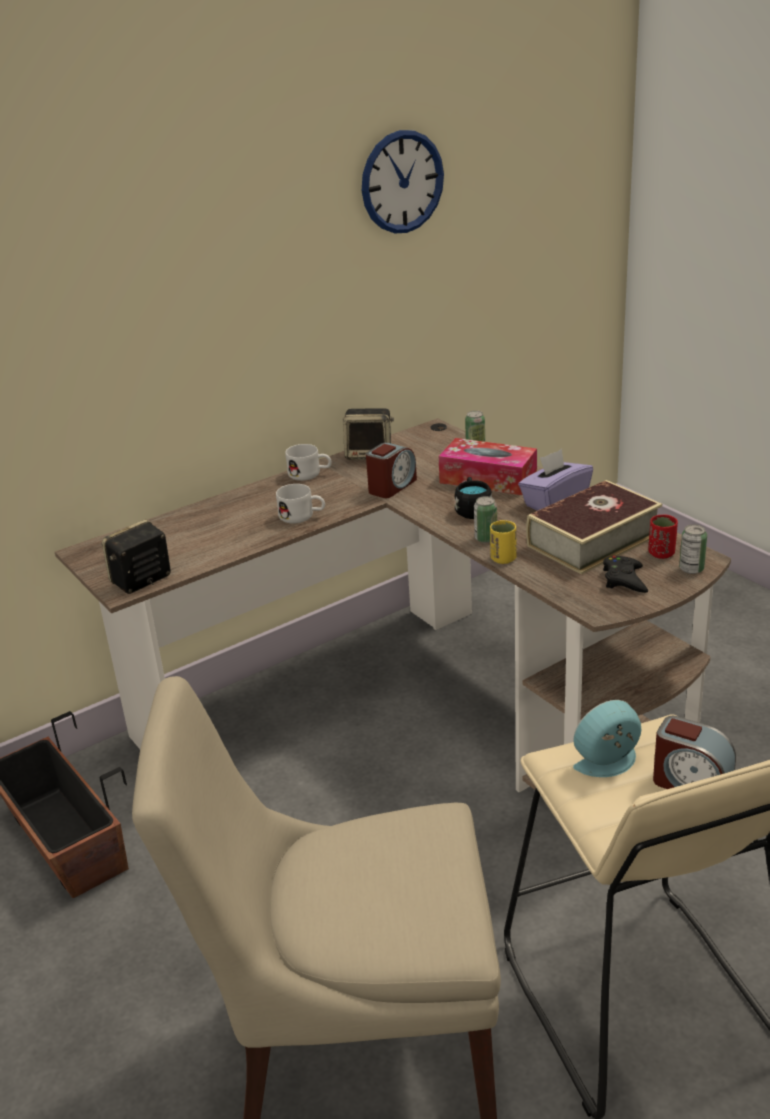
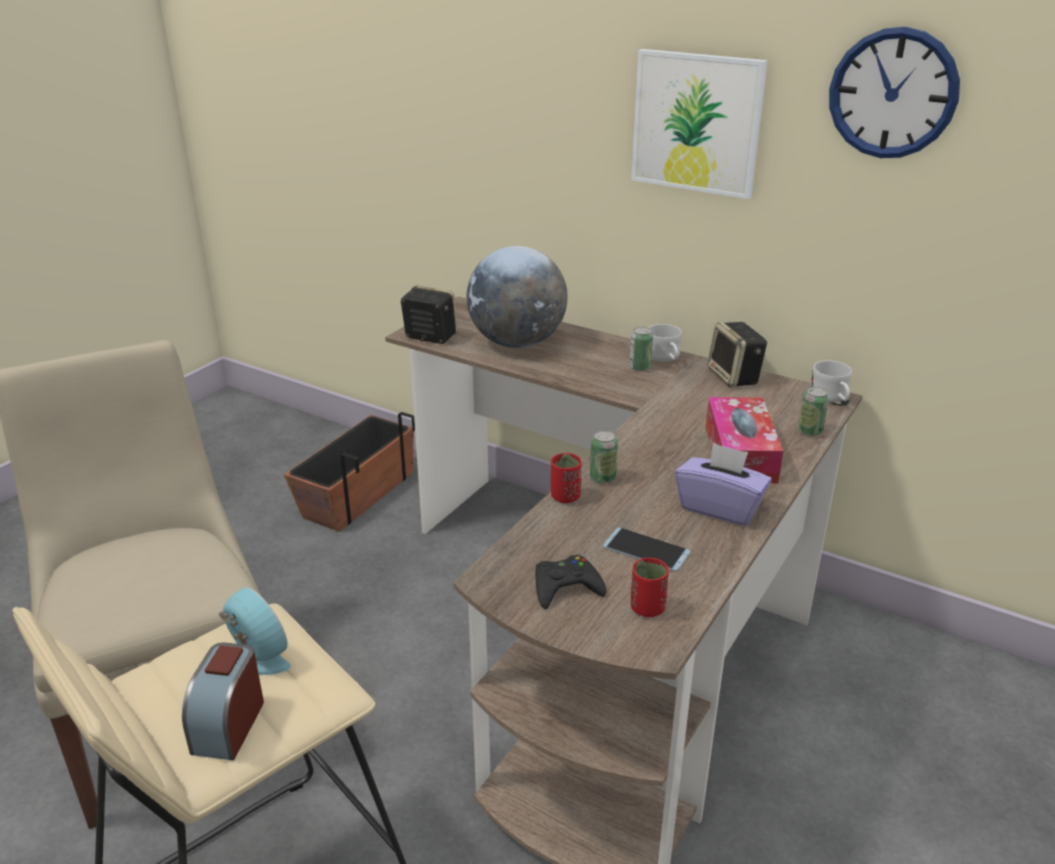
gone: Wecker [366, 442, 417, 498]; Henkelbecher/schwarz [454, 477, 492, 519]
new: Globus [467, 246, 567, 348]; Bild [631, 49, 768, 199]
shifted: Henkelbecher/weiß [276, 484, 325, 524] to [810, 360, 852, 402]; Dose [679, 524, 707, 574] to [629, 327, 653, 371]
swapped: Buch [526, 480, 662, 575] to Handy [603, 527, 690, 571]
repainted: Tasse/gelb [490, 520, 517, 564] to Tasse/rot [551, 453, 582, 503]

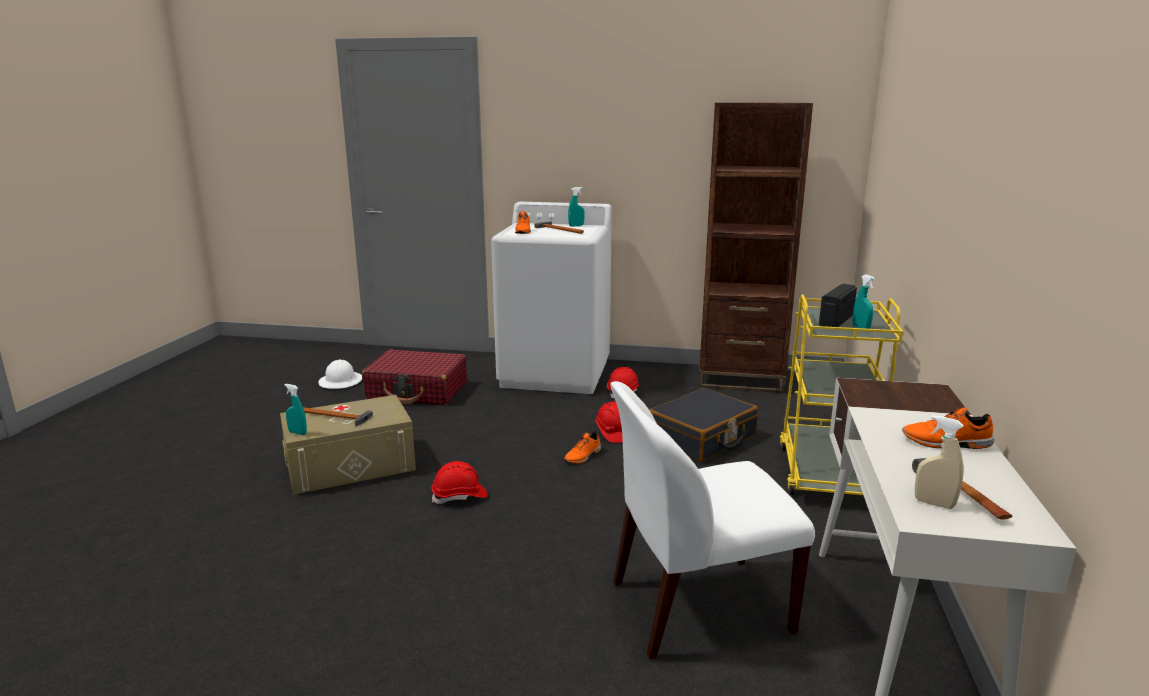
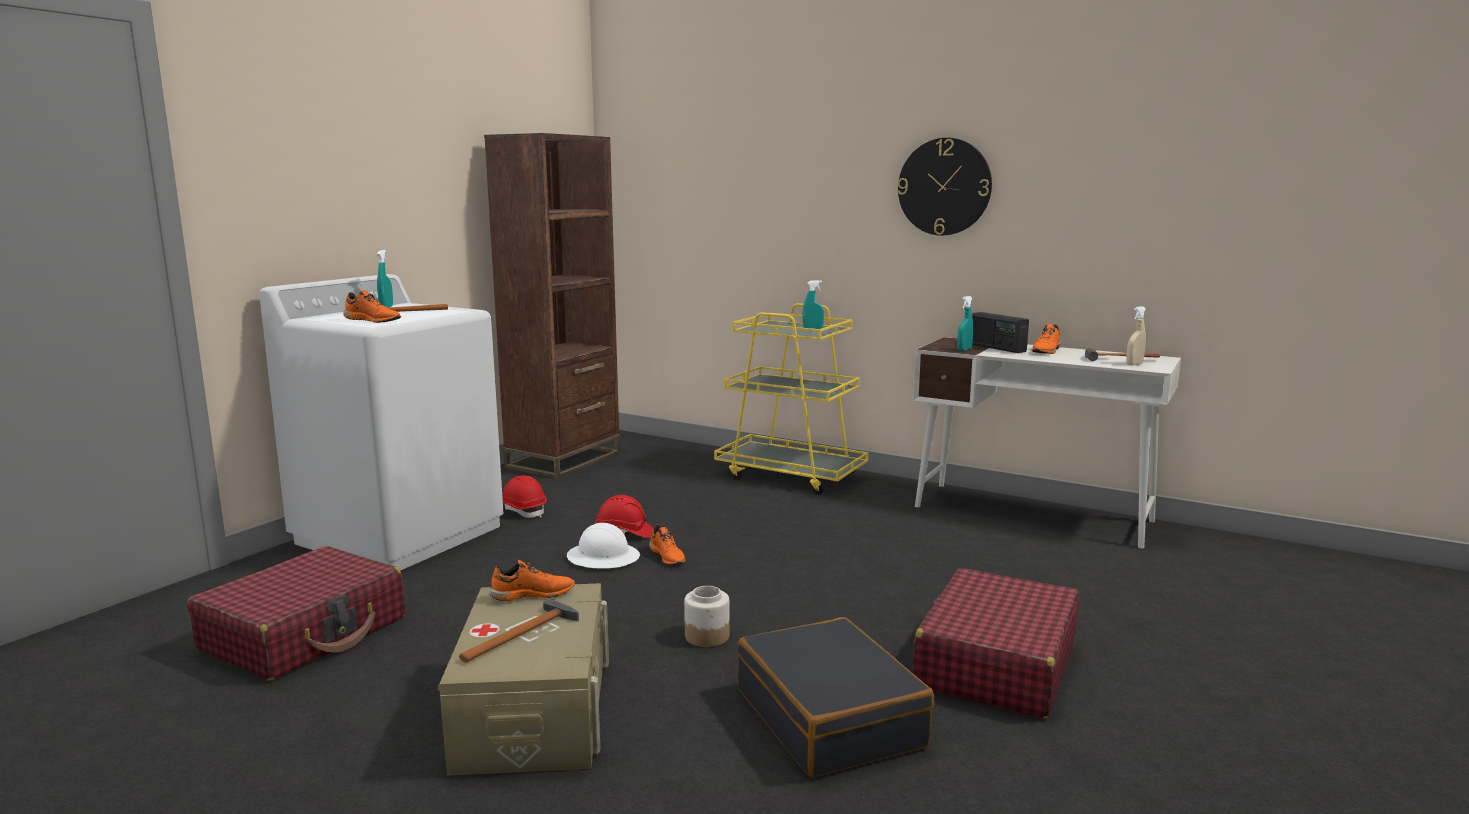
gone: Stuhl/weiß [610, 381, 815, 659]
new: Schuh/orange [489, 560, 575, 601]; Wanduhr [898, 138, 992, 236]; Koffer/rot [912, 568, 1079, 719]
shifted: Sprühflasche/türkis [284, 384, 307, 435] to [957, 296, 974, 351]; Schutzhelm/weiß [318, 360, 362, 389] to [567, 523, 640, 569]; Koffer/schwarz [649, 388, 758, 461] to [737, 617, 934, 777]; Radio [819, 284, 857, 327] to [972, 312, 1029, 353]
swapped: Schutzhelm/rot [431, 461, 488, 504] to Vorratsglas [684, 586, 729, 647]

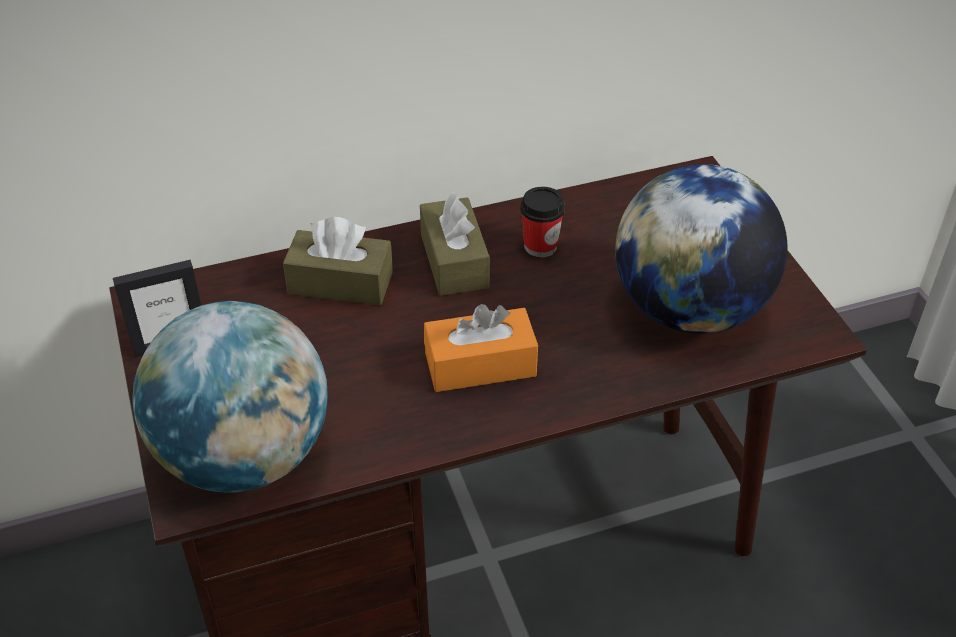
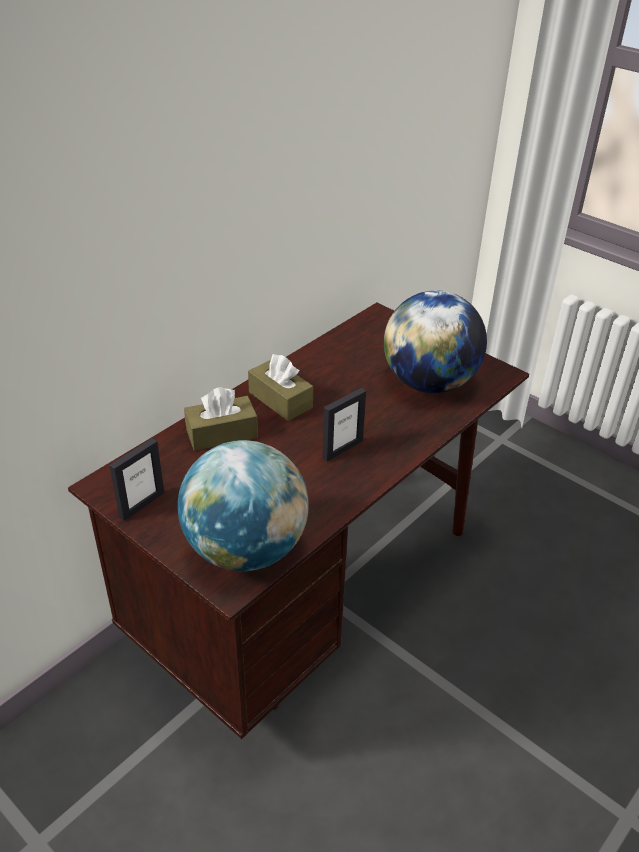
gone: Tasse [520, 187, 565, 257]
swapped: Taschentuchbox/orange [424, 304, 538, 392] to Bilderrahmen [323, 388, 366, 462]

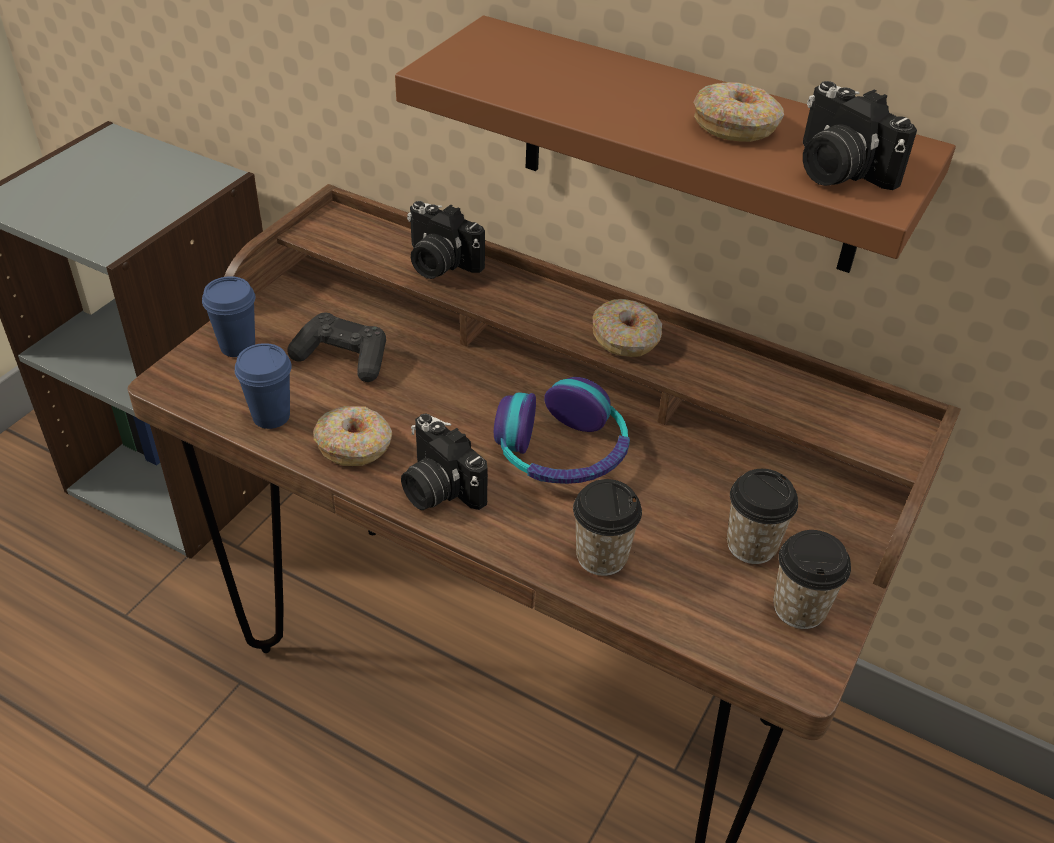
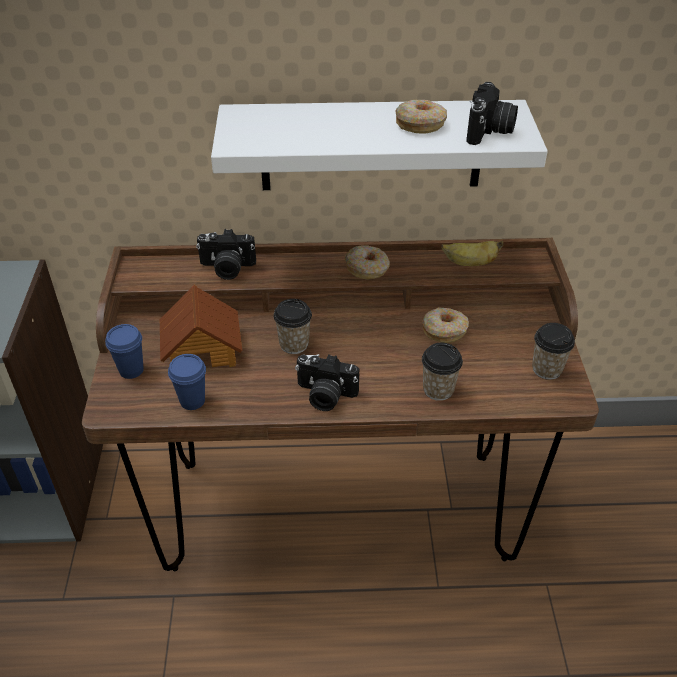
gone: Kopfhörer [494, 377, 630, 484]
new: Banane [441, 241, 503, 266]
shifted: Donut [313, 406, 392, 466] to [422, 307, 469, 343]; Tasse [727, 469, 798, 564] to [273, 299, 312, 354]
swapped: Gamepad/schwarz [288, 313, 386, 382] to Spielzeughaus [160, 285, 242, 367]
repainted: Wandregal/braun [395, 16, 956, 273] to Wandregal/weiß [211, 100, 548, 190]
rotated: Kamera [803, 81, 917, 190] = [466, 82, 518, 145] 90 degrees counterclockwise

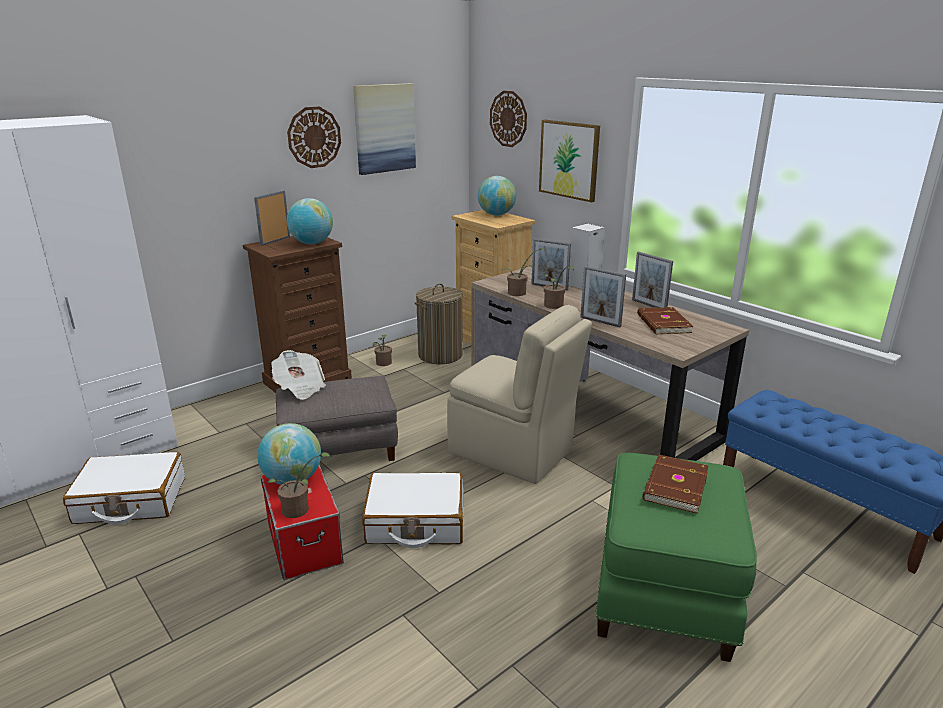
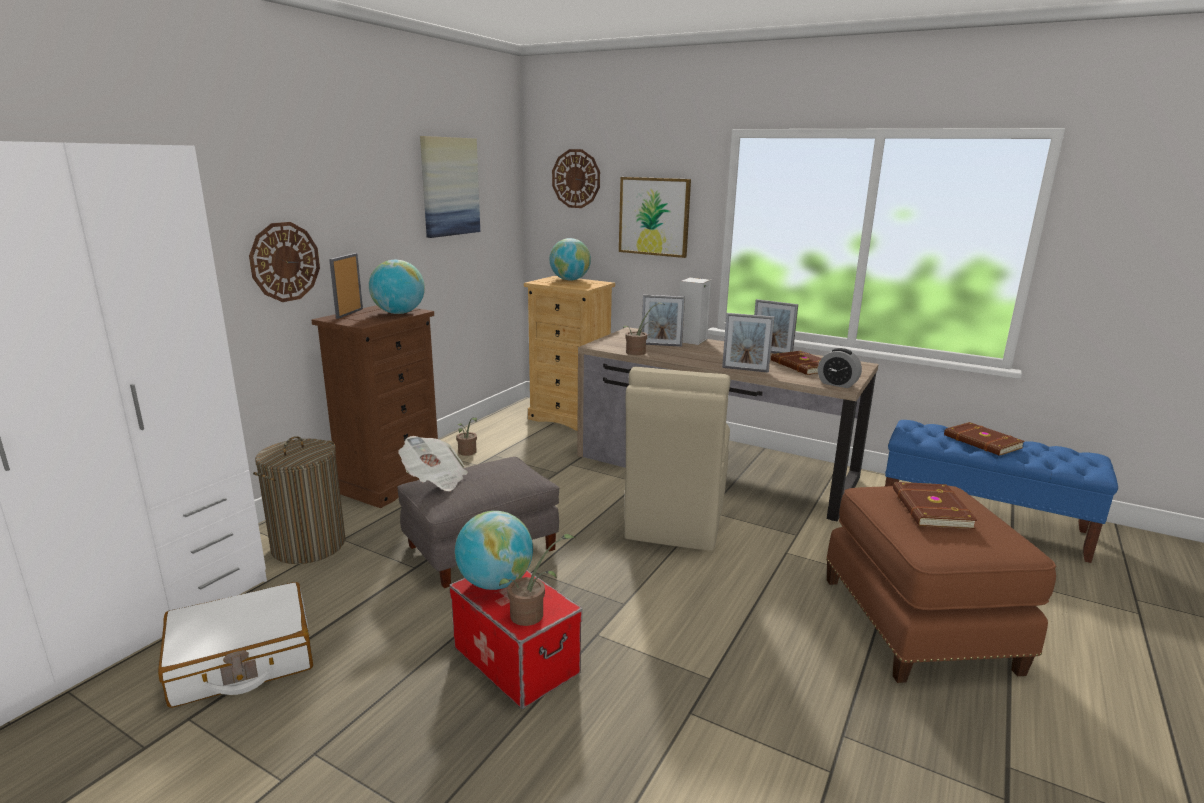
gone: Koffer/weiß [362, 472, 464, 548]; Topfpflanze [544, 266, 574, 309]
new: Wecker [818, 348, 862, 388]; Buch/braun [944, 422, 1025, 456]
shifted: Wanduhr [287, 107, 341, 168] to [249, 222, 320, 302]; Wäschekorb [415, 284, 463, 364] to [253, 436, 346, 564]
repainted: Polsterhocker/grün [596, 453, 757, 662] to Polsterhocker/braun [826, 486, 1056, 683]
rotated: Stuhl/beige [447, 305, 592, 484] = [624, 367, 731, 551] 90 degrees clockwise

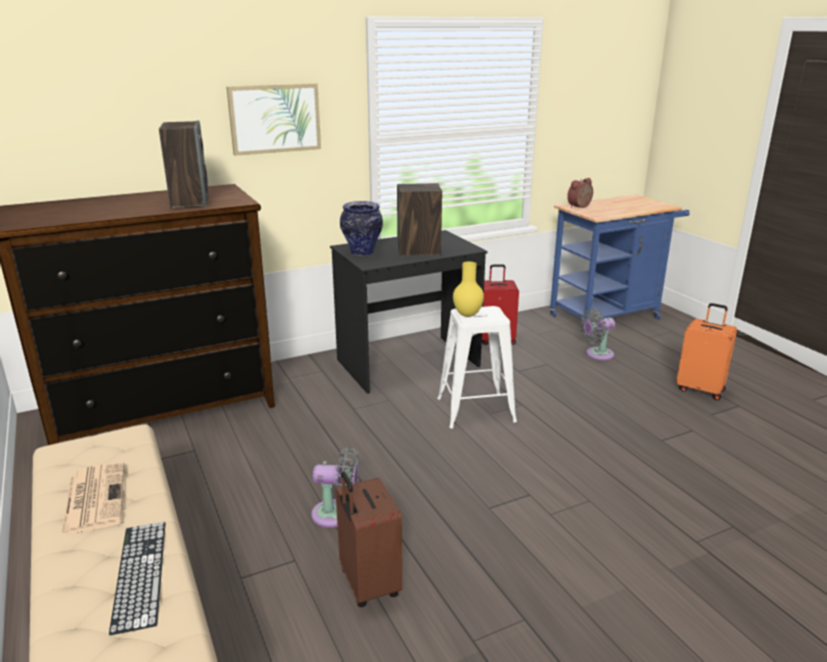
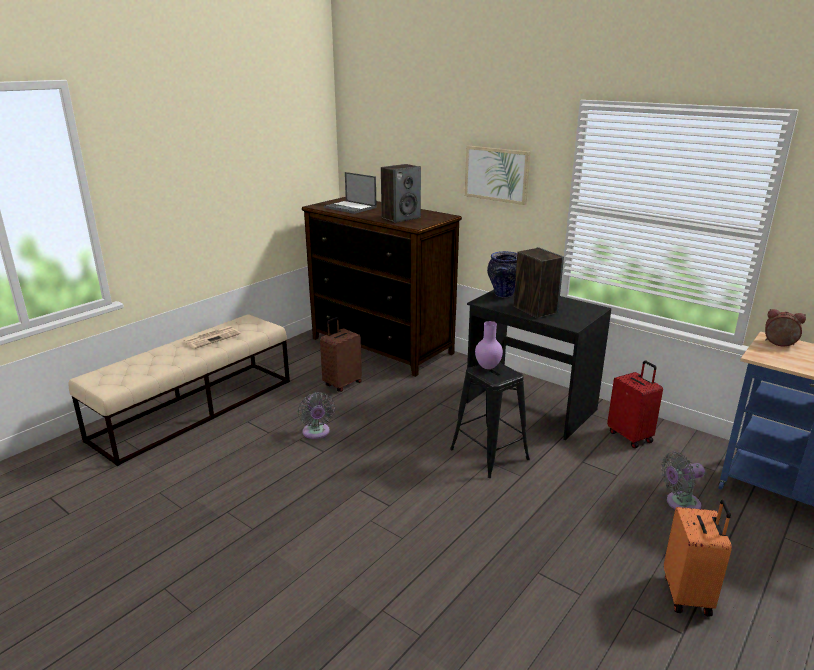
gone: Tastatur [109, 522, 166, 635]
new: Laptop [324, 172, 377, 214]
shifted: Koffer/braun [335, 471, 402, 607] to [320, 317, 362, 392]
repainted: Hocker/weiß [437, 306, 517, 428] to Hocker/schwarz [450, 362, 530, 478]; Vase/gelb [453, 262, 484, 317] to Vase/lila [475, 321, 503, 369]
rotated: Ventilator/grau [580, 308, 615, 360] = [661, 452, 705, 509] 60 degrees counterclockwise

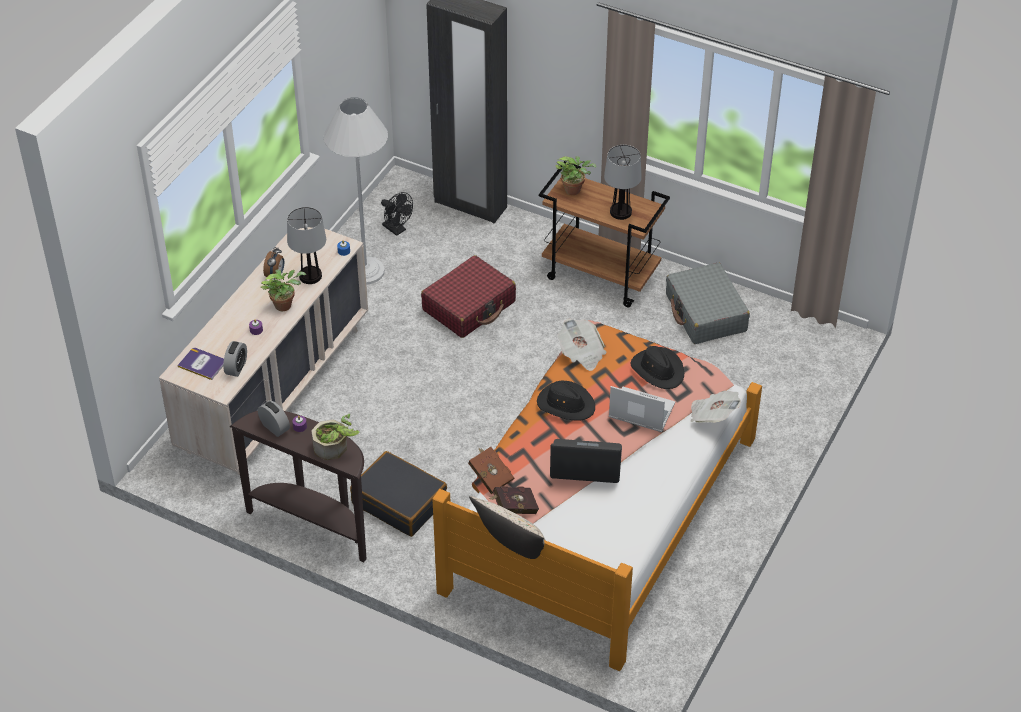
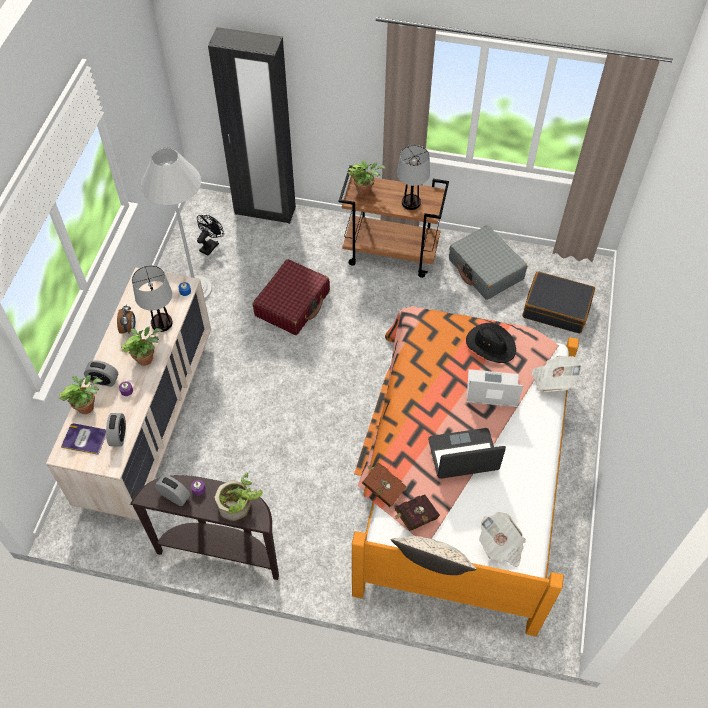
gone: Hut/schwarz [537, 381, 595, 421]
new: Topfpflanze [59, 375, 102, 414]; Wecker [84, 360, 119, 387]
shifted: Koffer/schwarz [350, 451, 447, 537] to [522, 271, 595, 334]; Zeitung [558, 318, 607, 371] to [479, 512, 526, 567]
rotated: Ventilator/schwarz [381, 192, 413, 236] = [197, 215, 224, 256] 90 degrees counterclockwise

